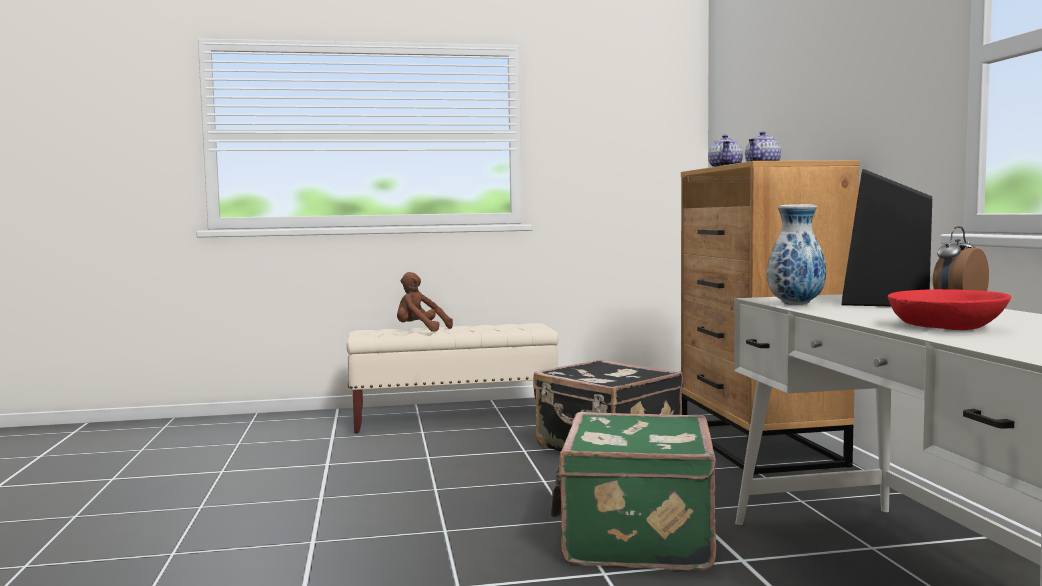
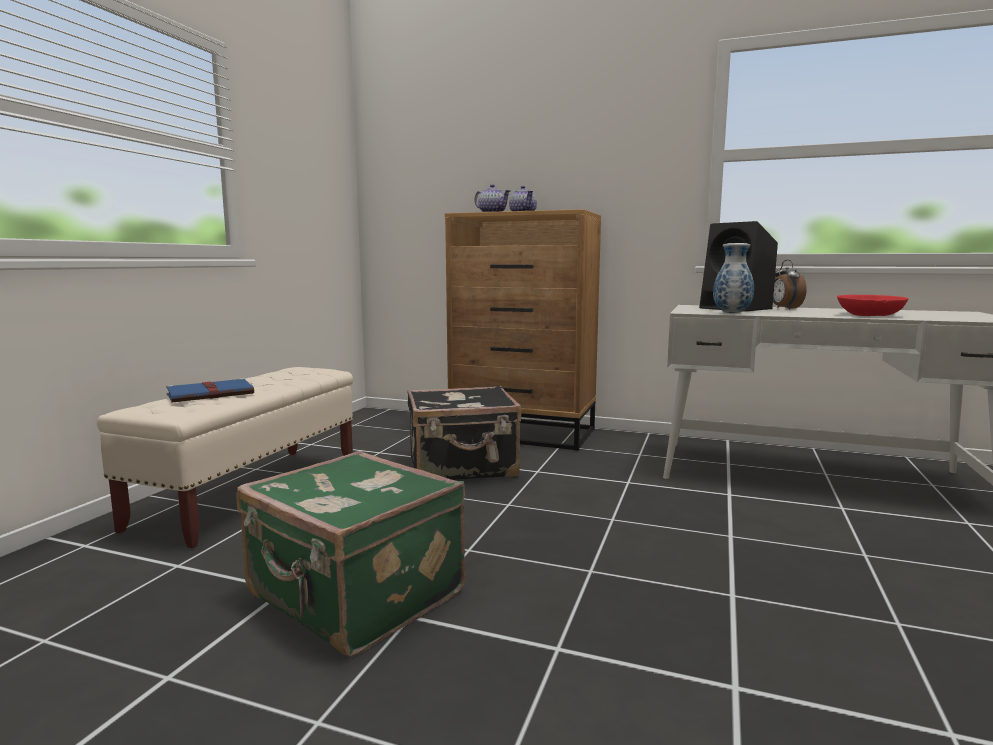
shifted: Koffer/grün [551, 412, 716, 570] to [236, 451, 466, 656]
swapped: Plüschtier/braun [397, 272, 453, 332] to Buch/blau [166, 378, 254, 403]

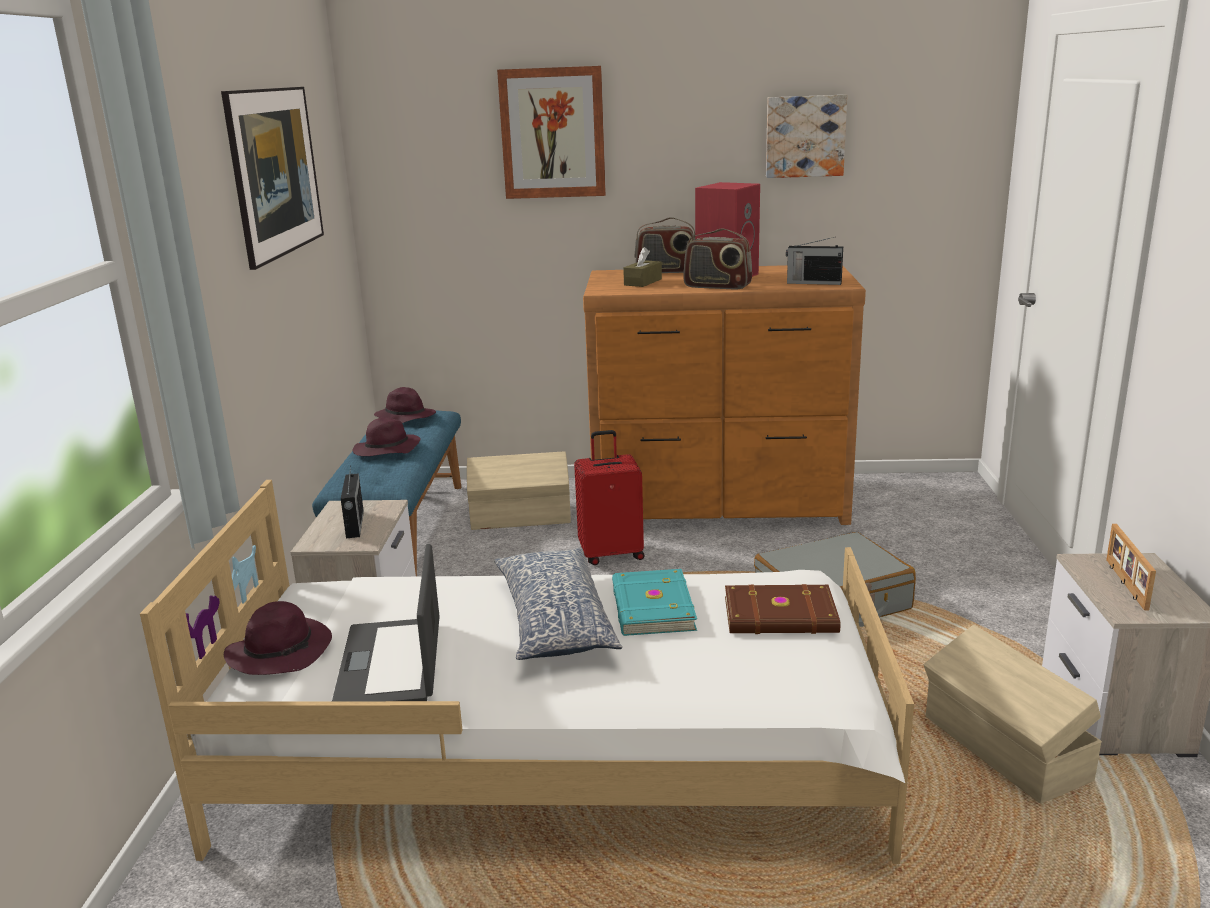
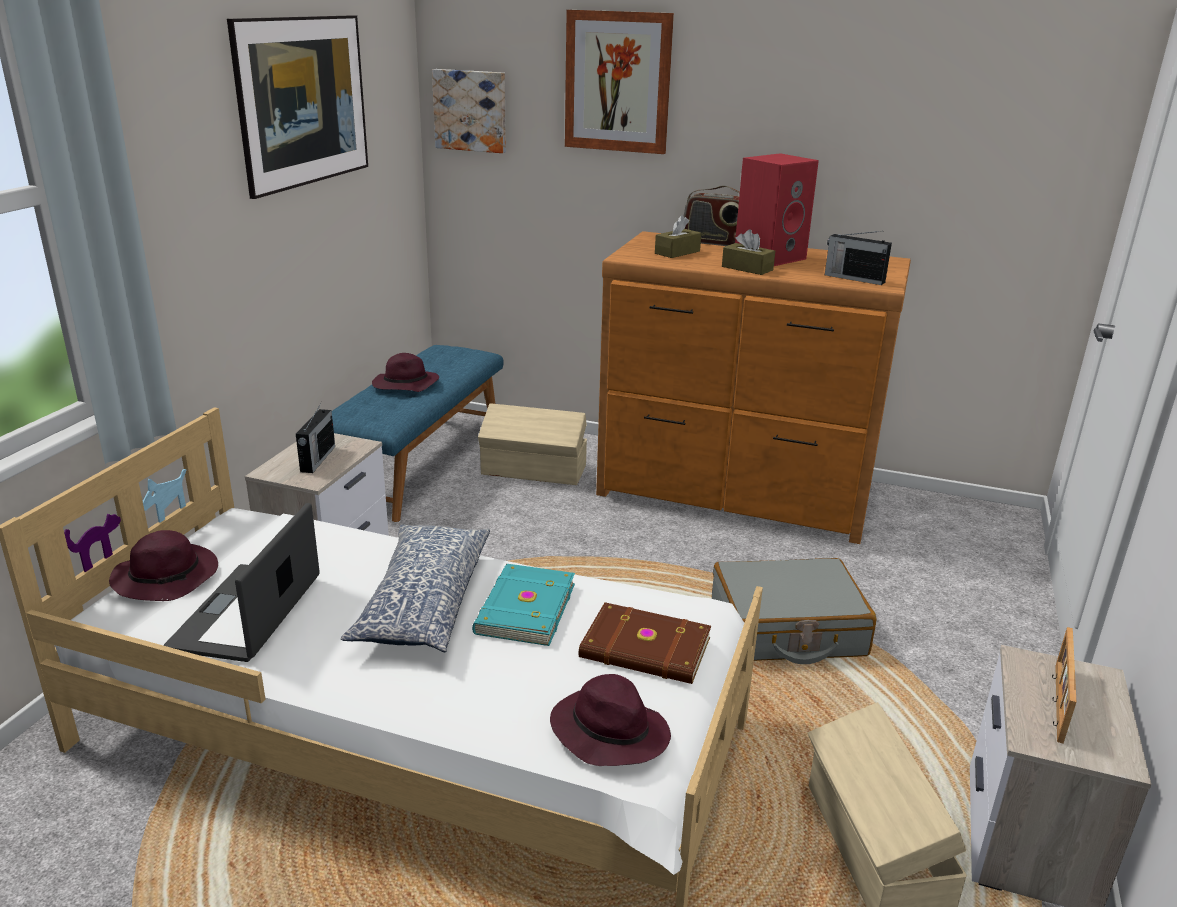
gone: Koffer/rot [574, 430, 645, 565]
shifted: Hut/lila [374, 387, 436, 423] to [550, 674, 671, 766]; Bild [766, 95, 847, 178] to [432, 69, 506, 153]
swapped: Radio [683, 228, 752, 290] to Taschentuchbox/braun [722, 229, 775, 275]

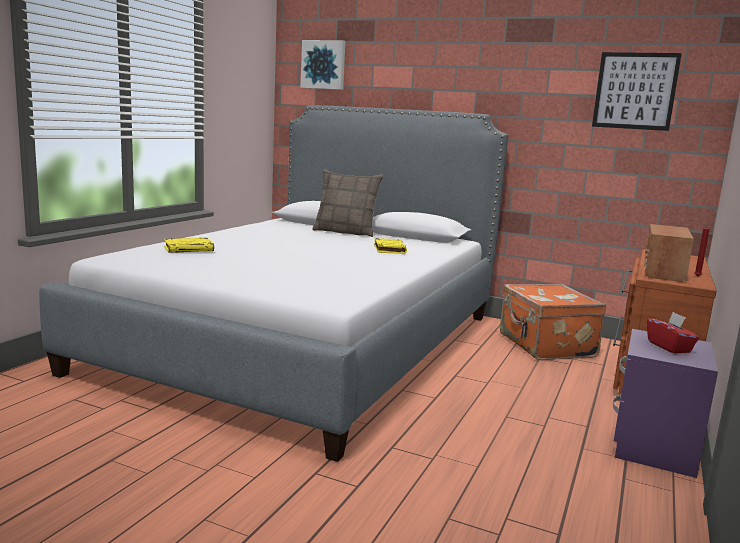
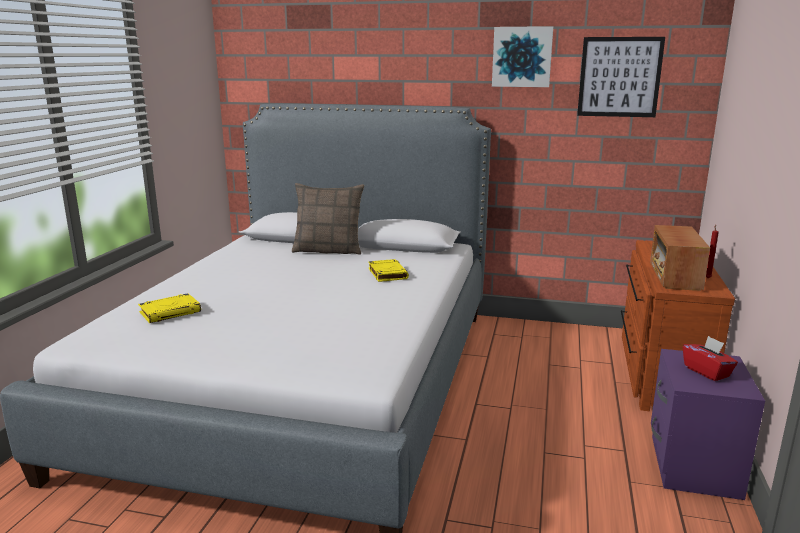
gone: Koffer/orange [500, 284, 606, 360]
shifted: Bild [300, 40, 346, 90] to [492, 26, 553, 87]

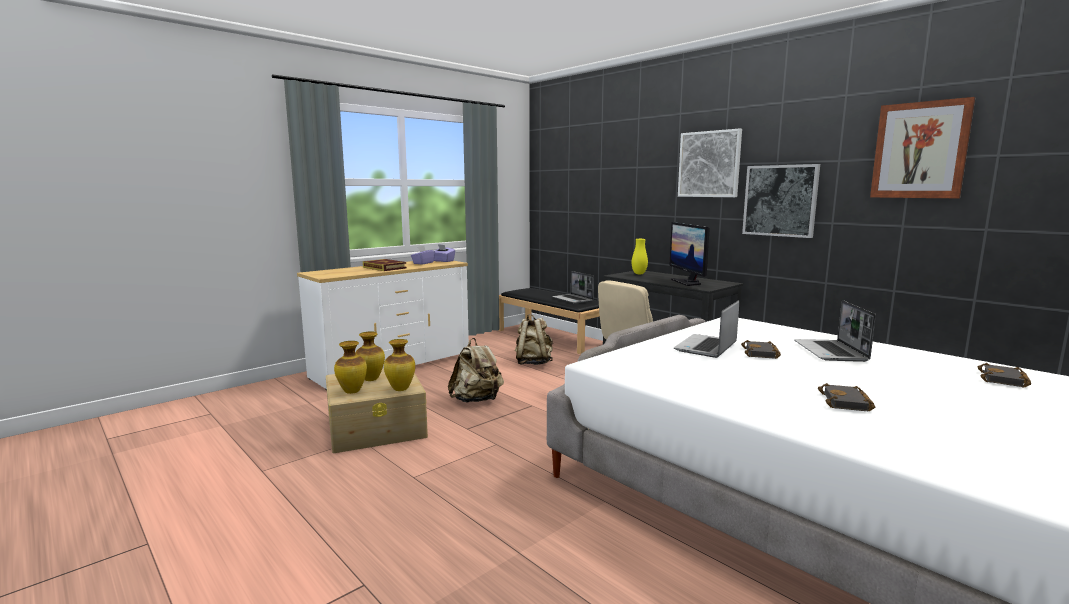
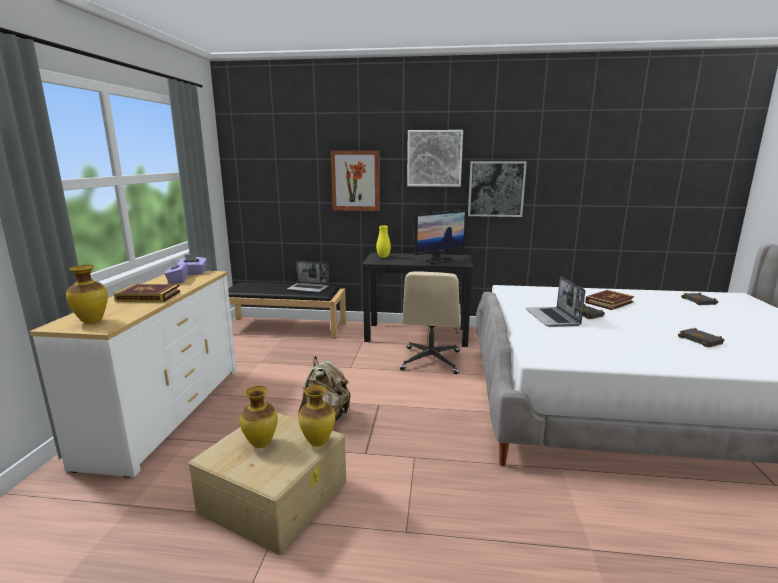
gone: Rucksack/beige [515, 314, 553, 365]
shifted: Vase [334, 341, 367, 394] to [66, 265, 108, 324]; Bild [870, 97, 975, 198] to [330, 151, 380, 211]
swapped: Laptop [794, 300, 876, 362] to Buch [585, 290, 634, 310]
rotated: Monitor [669, 222, 710, 286] = [413, 210, 467, 264] 75 degrees counterclockwise

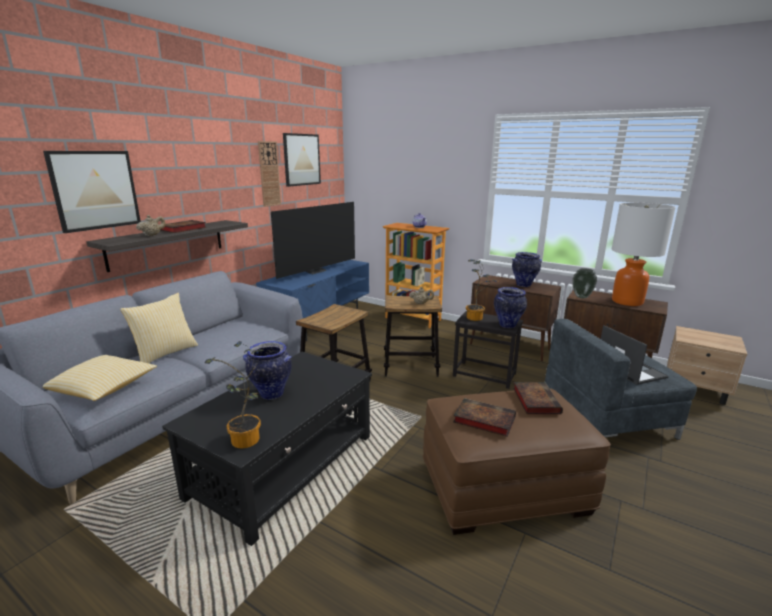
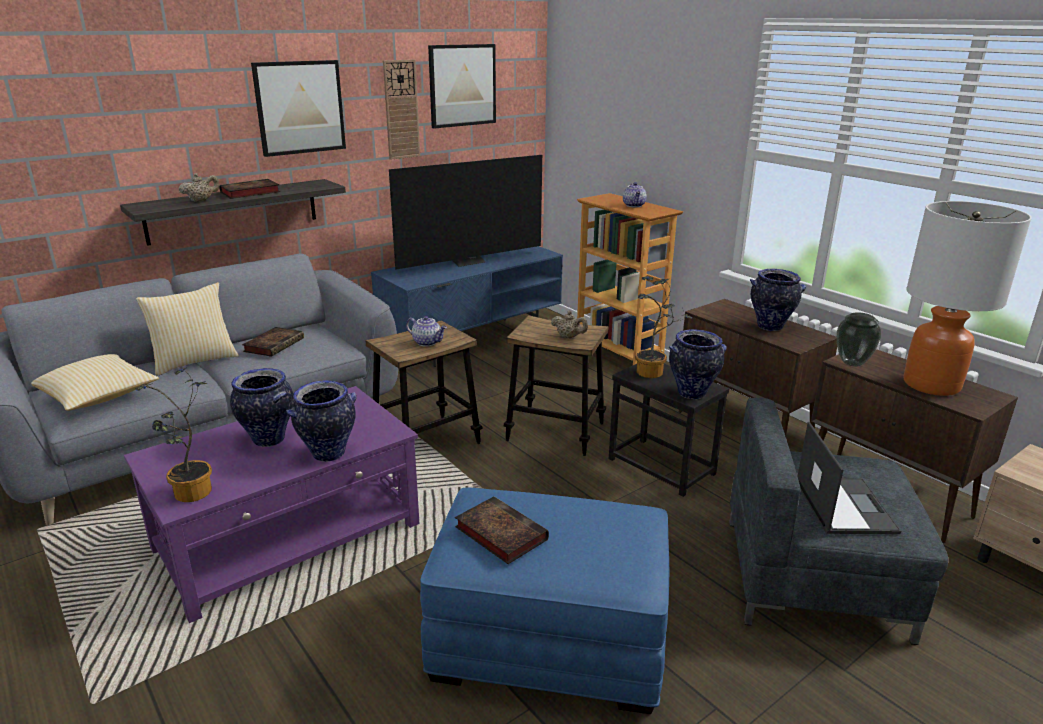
new: Vase [286, 380, 357, 462]; Teekanne [406, 316, 447, 347]
shifted: Bild [43, 151, 141, 233] to [251, 60, 346, 157]; Buch [513, 382, 563, 414] to [242, 327, 304, 357]
repainted: Couchtisch/schwarz [162, 352, 372, 546] to Couchtisch/lila [124, 386, 420, 623]; Polsterhocker/braun [423, 388, 611, 535] to Polsterhocker/blau [420, 487, 669, 714]

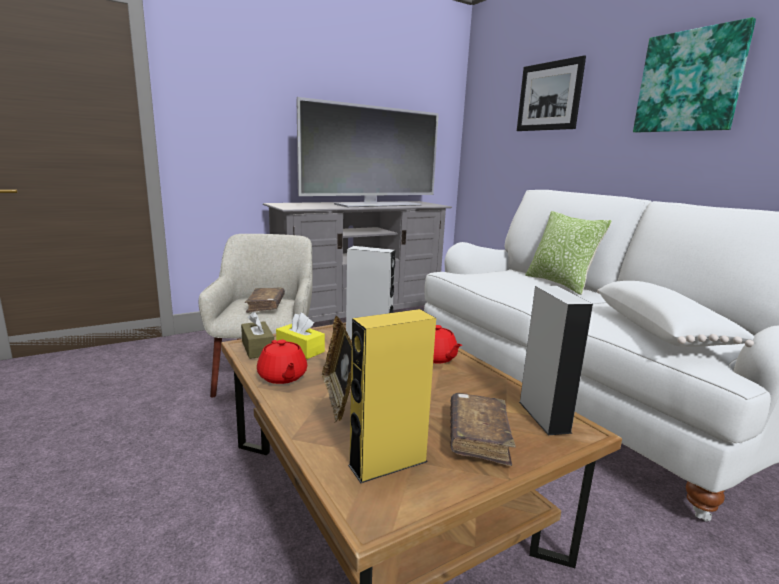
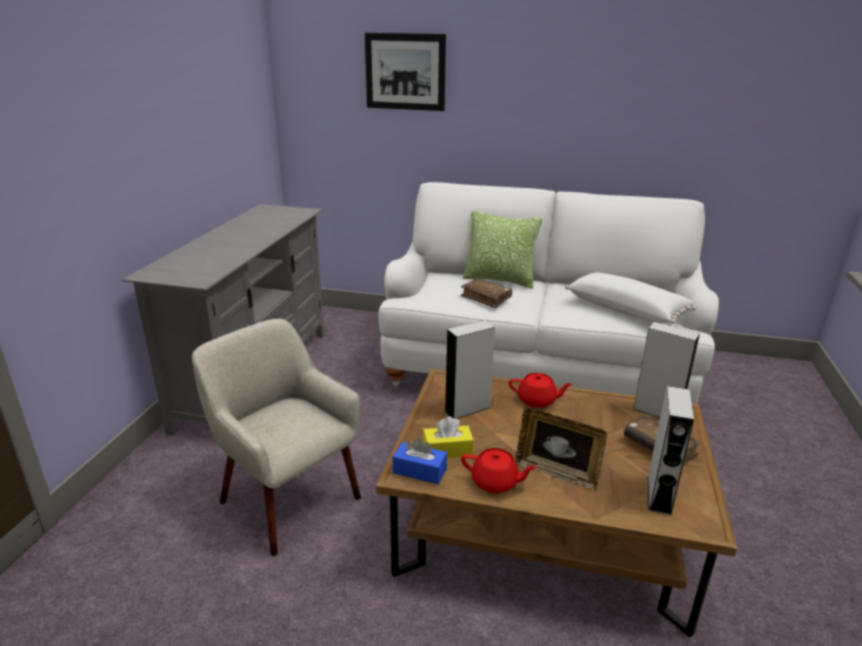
gone: Fernseher [297, 97, 439, 207]; Bild [633, 17, 756, 133]
shifted: Buch/braun [245, 288, 285, 313] to [461, 278, 512, 308]
repainted: Taschentuchbox/braun [241, 312, 274, 359] to Taschentuchbox/blau [393, 438, 447, 484]; Lautsprecher/gelb [348, 309, 436, 483] to Lautsprecher/grau [648, 386, 694, 515]

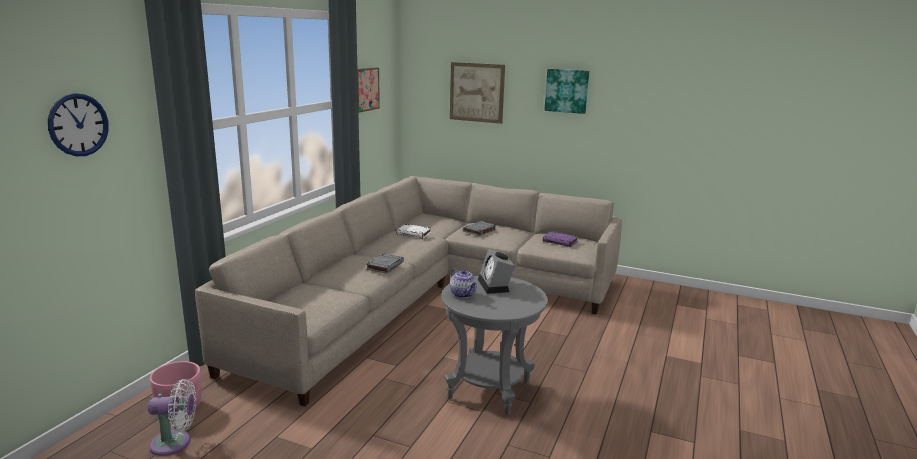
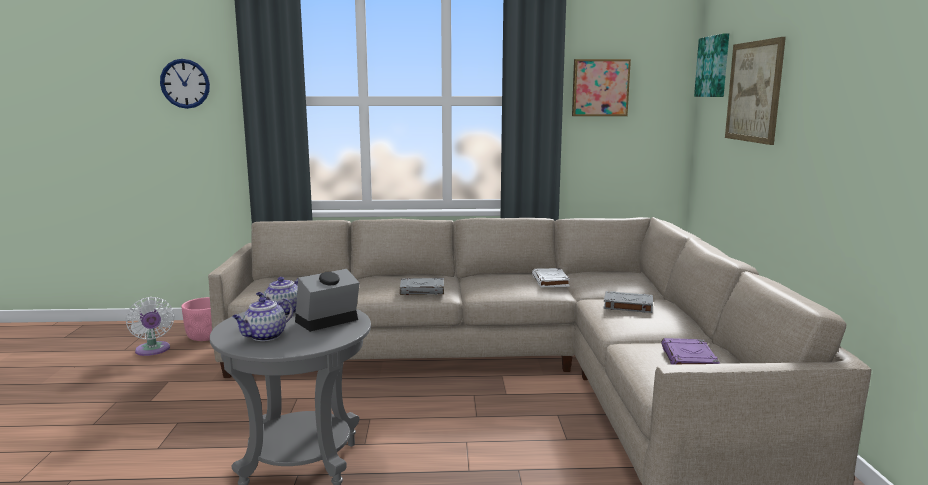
new: Teekanne [232, 297, 293, 341]
shifted: Bild [544, 69, 590, 114] to [694, 33, 729, 97]

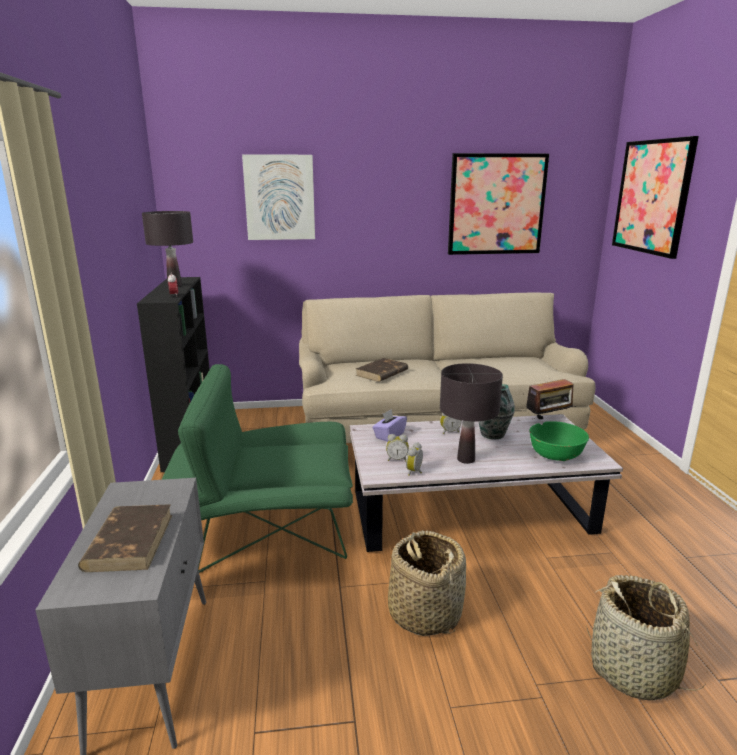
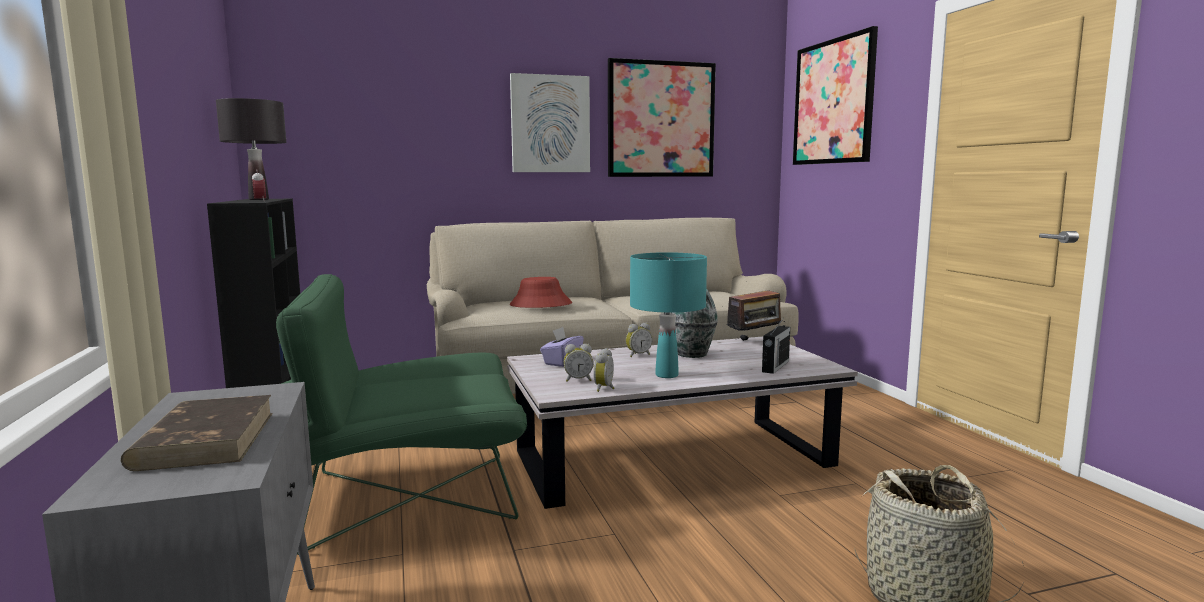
gone: Korb [388, 530, 466, 636]
shifted: Bild [242, 154, 315, 240] to [510, 73, 590, 172]
swapped: Buch/braun [356, 358, 408, 382] to Hut/rot [510, 277, 572, 308]; Schüssel/grün [529, 421, 589, 461] to Radio [762, 319, 790, 374]
repainted: Tischlampe/schwarz [440, 363, 503, 464] to Tischlampe/türkis [630, 252, 707, 378]

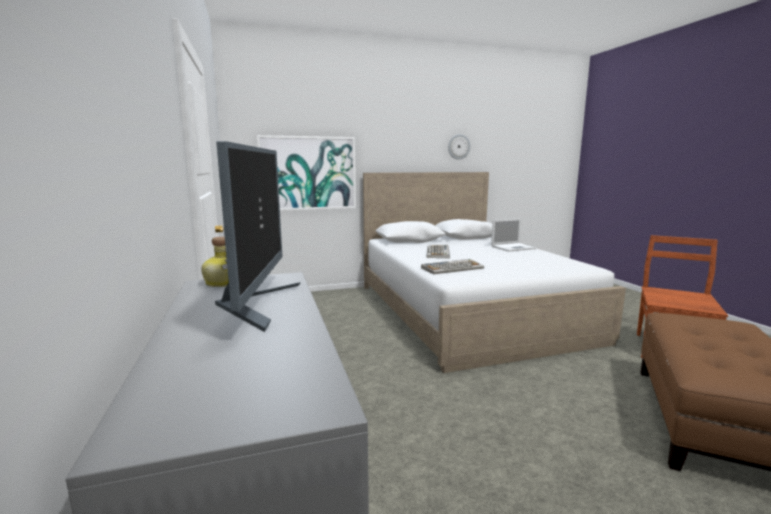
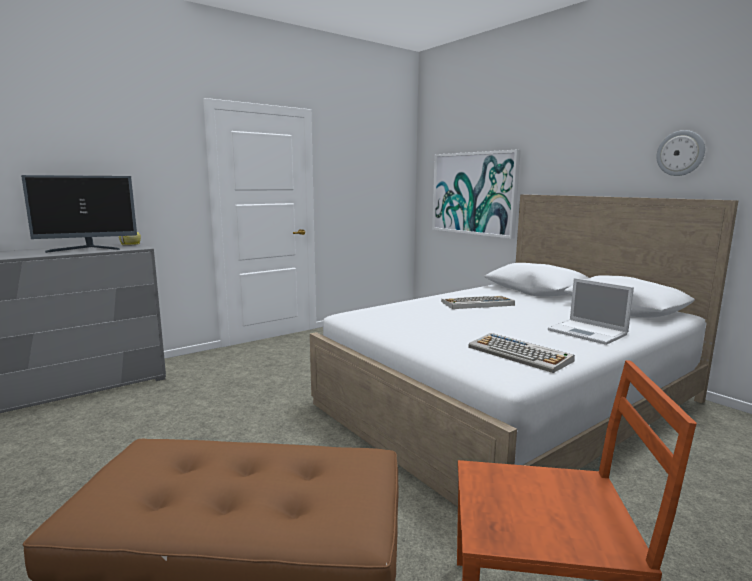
shifted: Tastatur [421, 259, 484, 274] to [468, 333, 575, 373]

